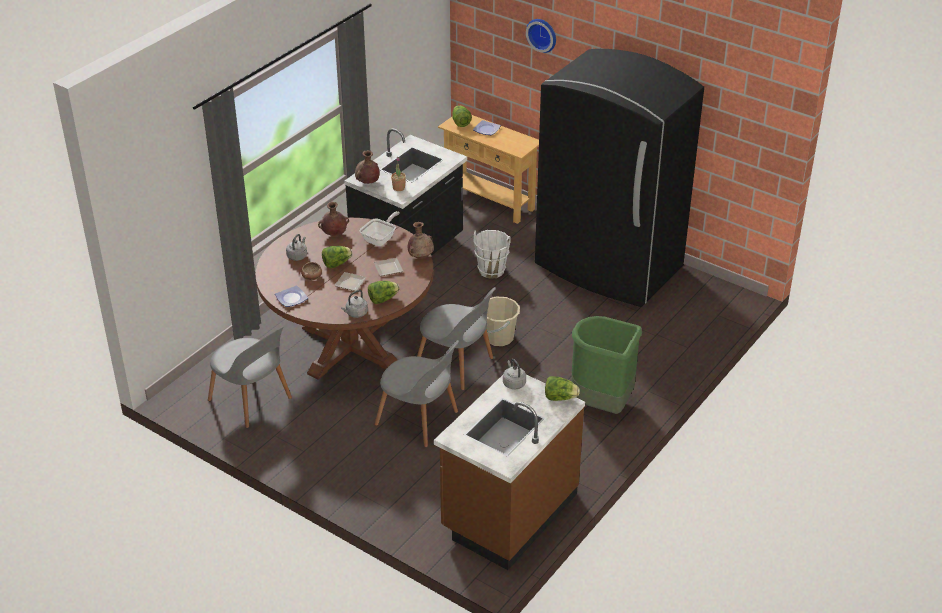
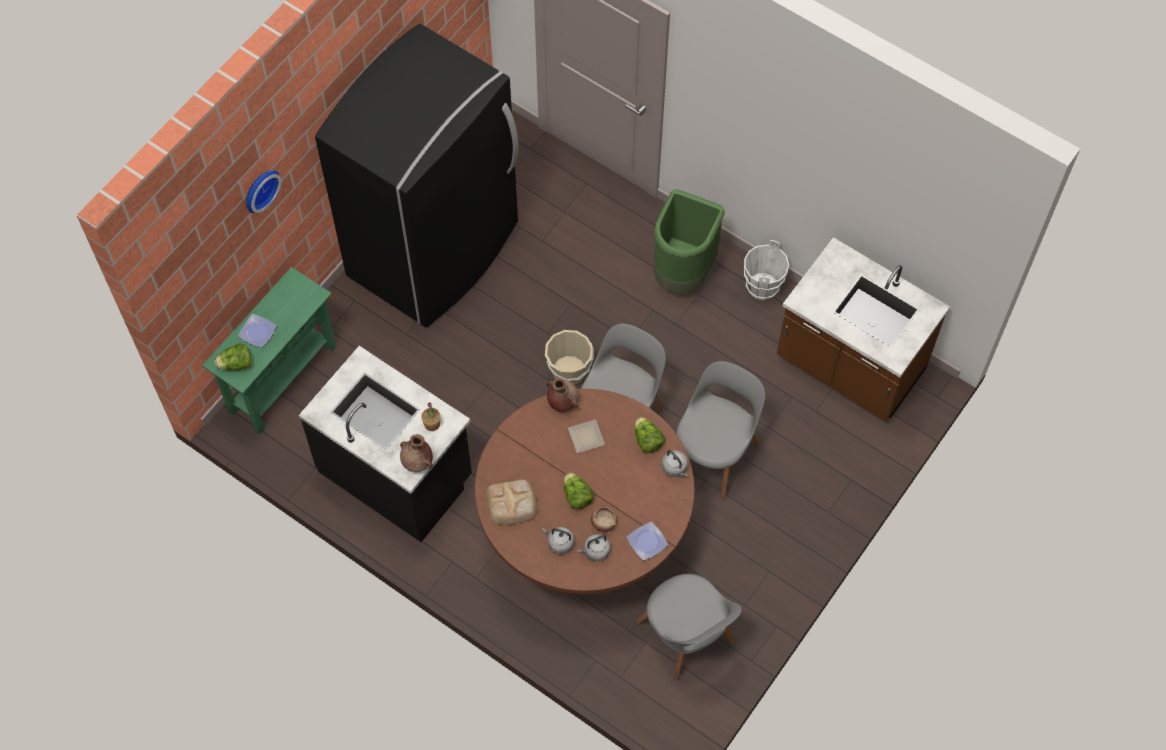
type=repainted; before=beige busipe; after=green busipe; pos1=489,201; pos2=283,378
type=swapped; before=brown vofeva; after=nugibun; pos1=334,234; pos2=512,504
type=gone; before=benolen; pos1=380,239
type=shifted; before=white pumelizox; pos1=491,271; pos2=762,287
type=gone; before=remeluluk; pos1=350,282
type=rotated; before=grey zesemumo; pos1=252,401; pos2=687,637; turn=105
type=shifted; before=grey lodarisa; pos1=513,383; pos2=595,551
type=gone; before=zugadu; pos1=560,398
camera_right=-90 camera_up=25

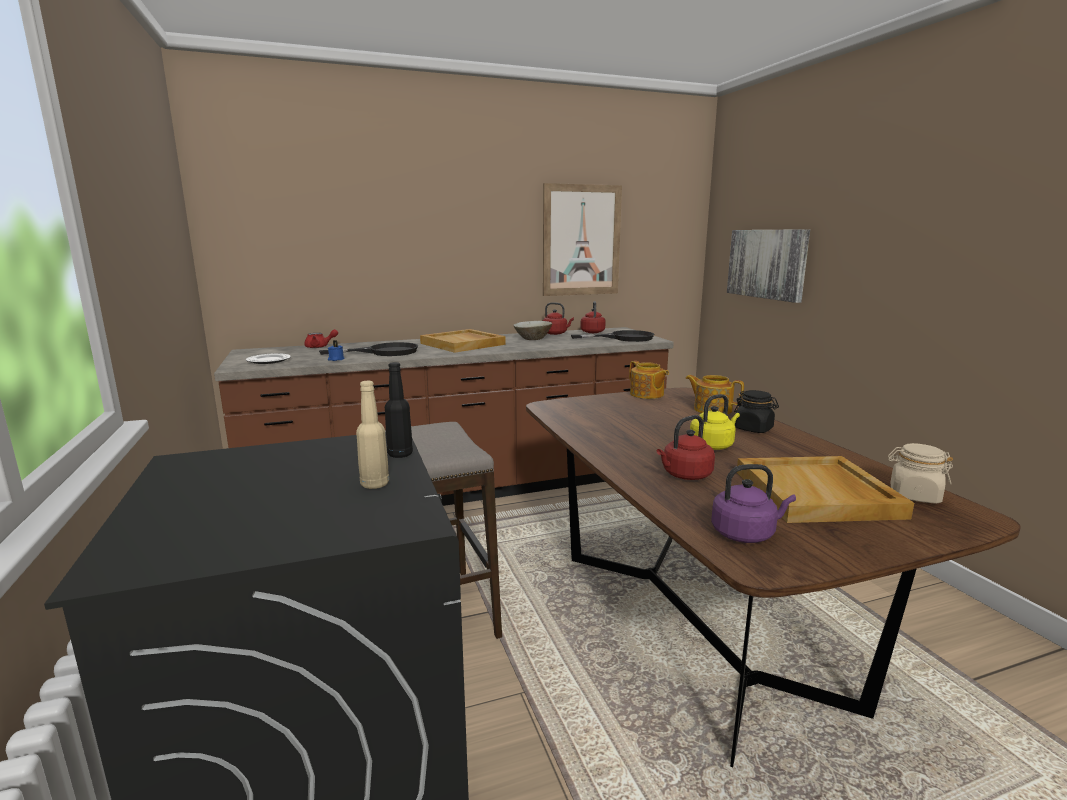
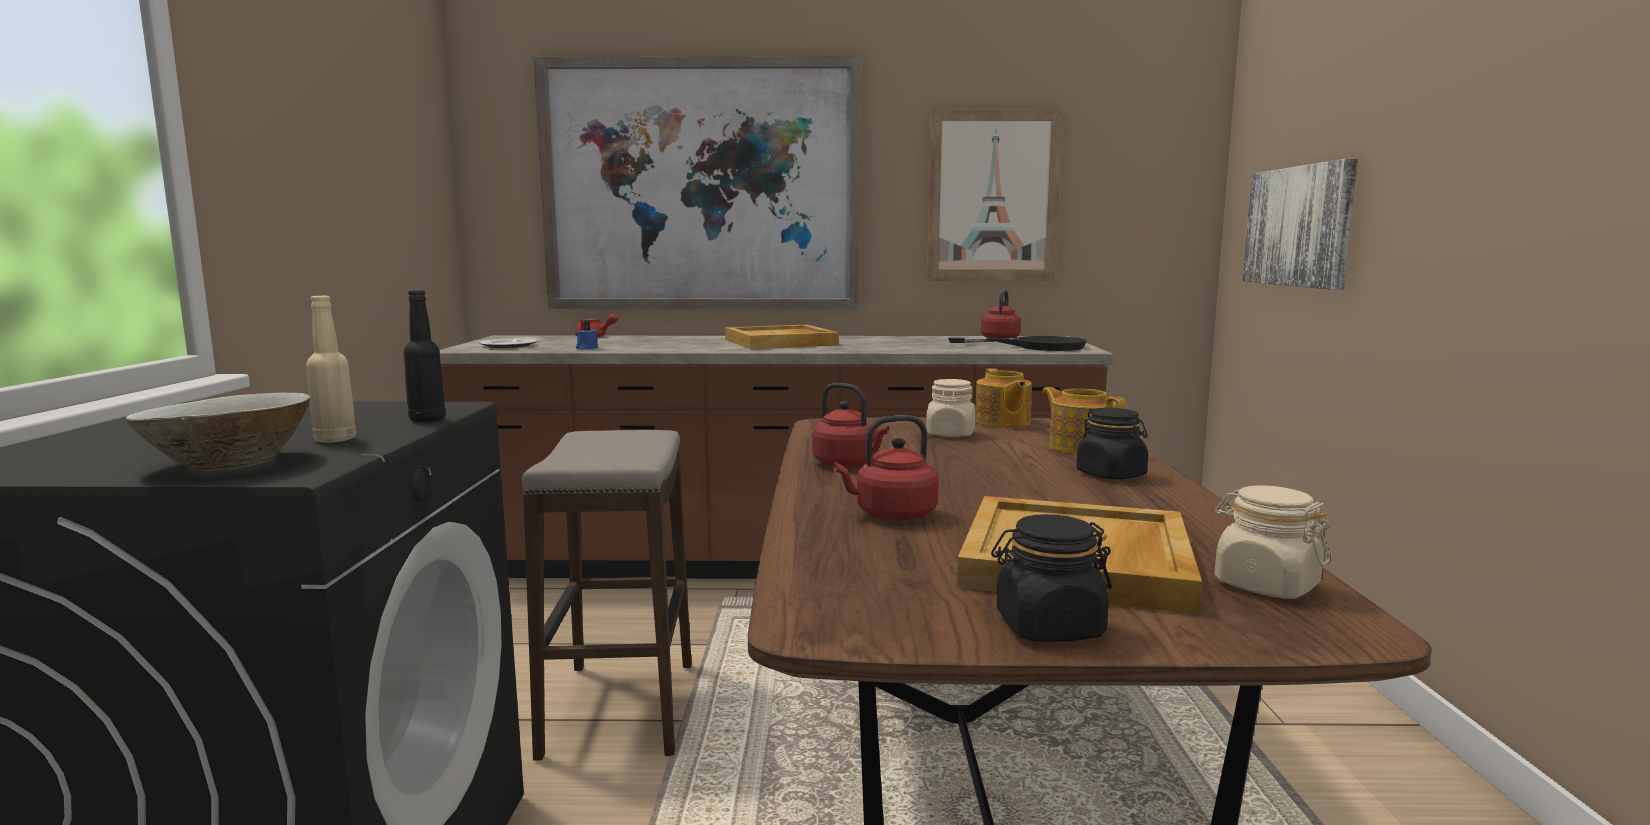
type=shifted; before=red lodarisa; pos1=556,333; pos2=848,464
type=shifted; before=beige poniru; pos1=532,339; pos2=230,463
type=gone; before=black benolen; pos1=384,352
type=gone; before=yellow lodarisa; pos1=713,445
type=gone; before=purple lodarisa; pos1=746,534
type=new; after=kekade; pos2=702,186
type=new; after=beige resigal; pos2=950,434
type=new; after=black resigal; pos2=1048,627
camera_right=20 camera_up=-5

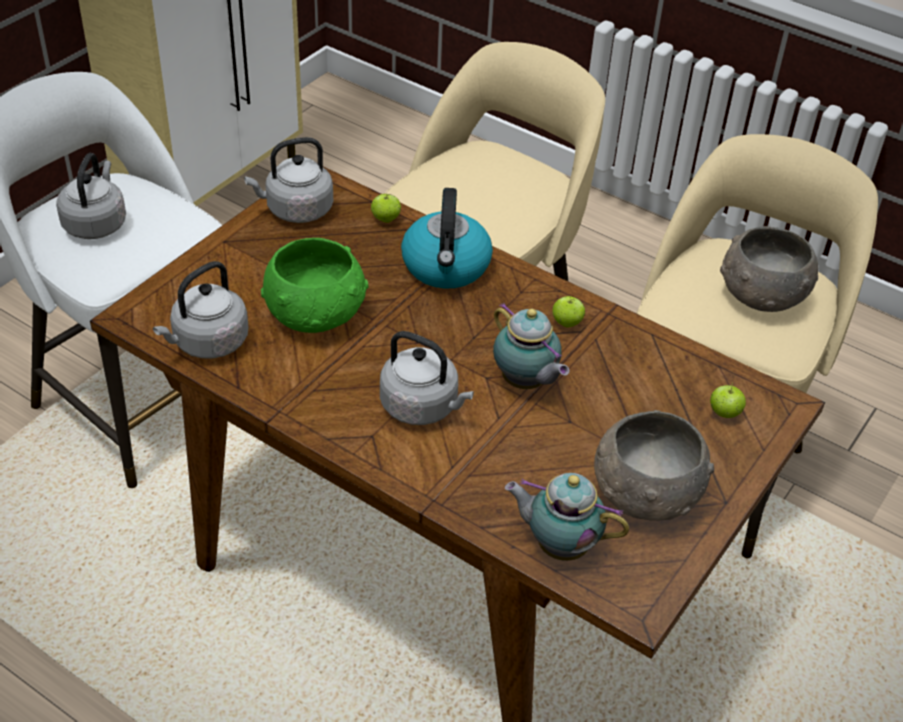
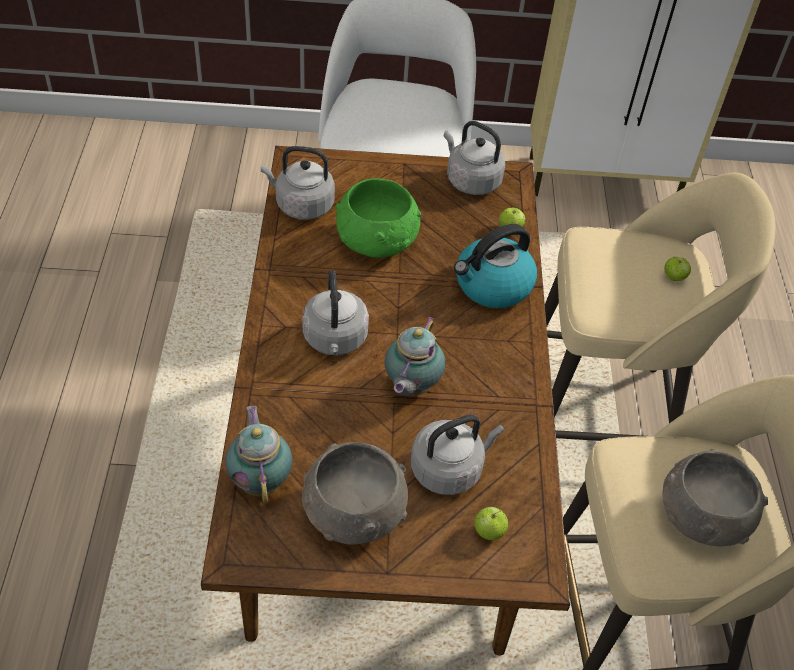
type=shifted; before=grey lodarisa; pos1=96,223; pos2=449,469
type=shifted; before=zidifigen; pos1=567,323; pos2=674,277
camera_right=55 camera_up=5

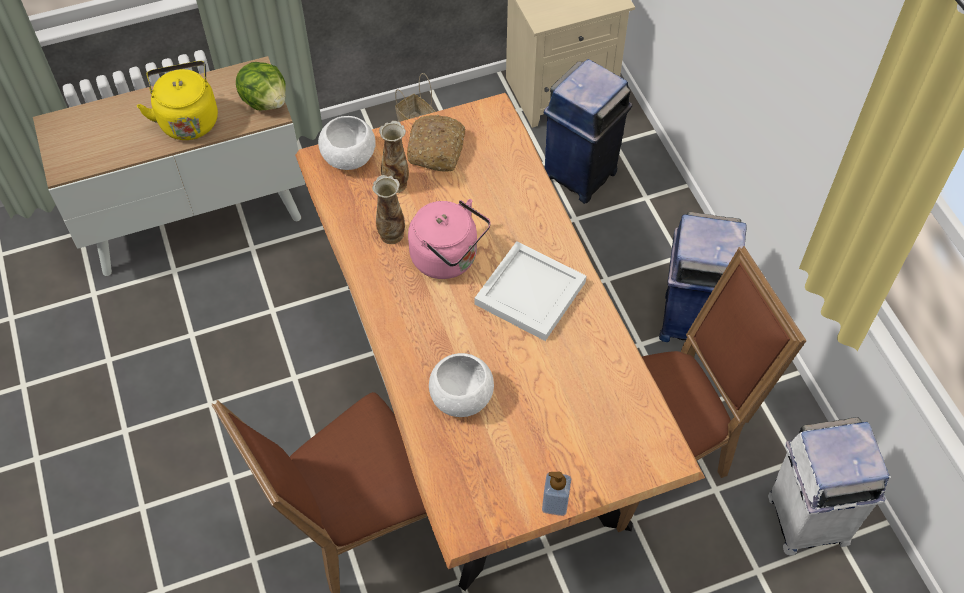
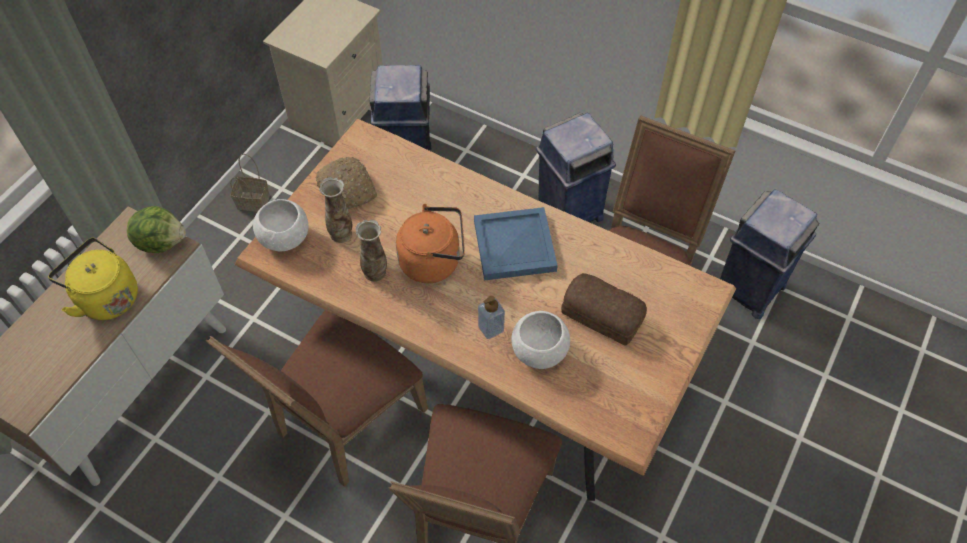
type=repainted; before=pink lodarisa; after=orange lodarisa; pos1=448,258; pos2=434,261
type=repainted; before=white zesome; after=blue zesome; pos1=530,294; pos2=516,246
type=repainted; before=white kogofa; after=blue kogofa; pos1=806,519; pos2=749,289
type=shifted; before=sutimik; pos1=555,503; pos2=491,328
type=new; after=nugibun; pos2=602,313
type=new; after=brown zesemumo; pos2=343,424
camera_right=-40 camera_up=0

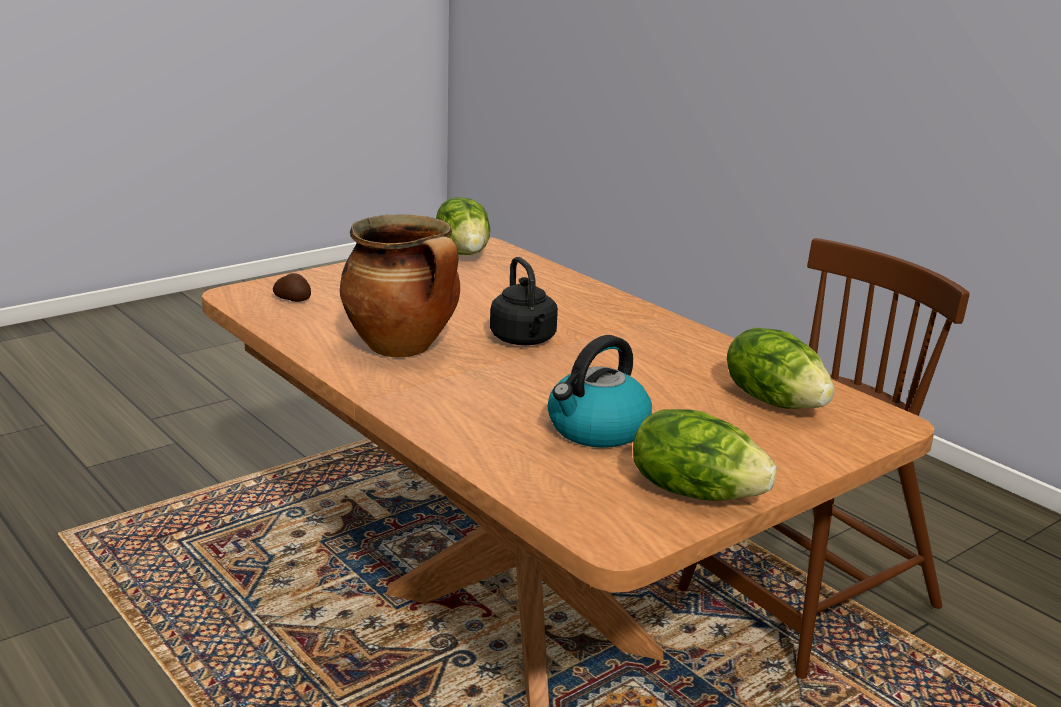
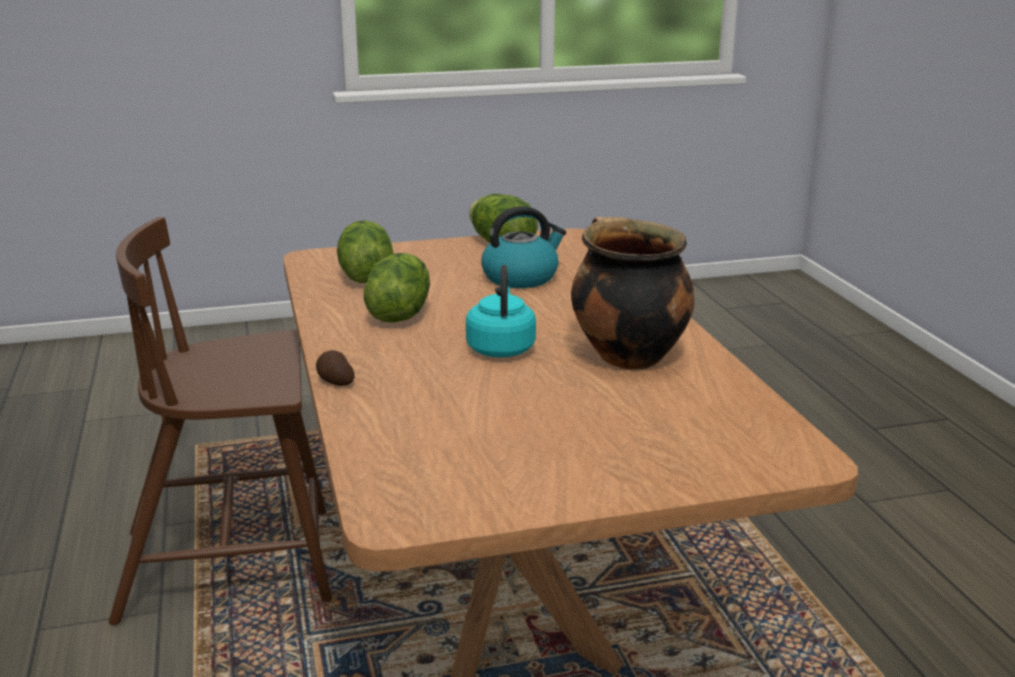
type=shifted; before=zugadu; pos1=465,252; pos2=398,314
type=repainted; before=black lodarisa; after=turquoise lodarisa; pos1=524,340; pos2=501,348
type=shifted; before=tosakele; pos1=293,299; pos2=334,381
camera_right=-155 camera_up=0

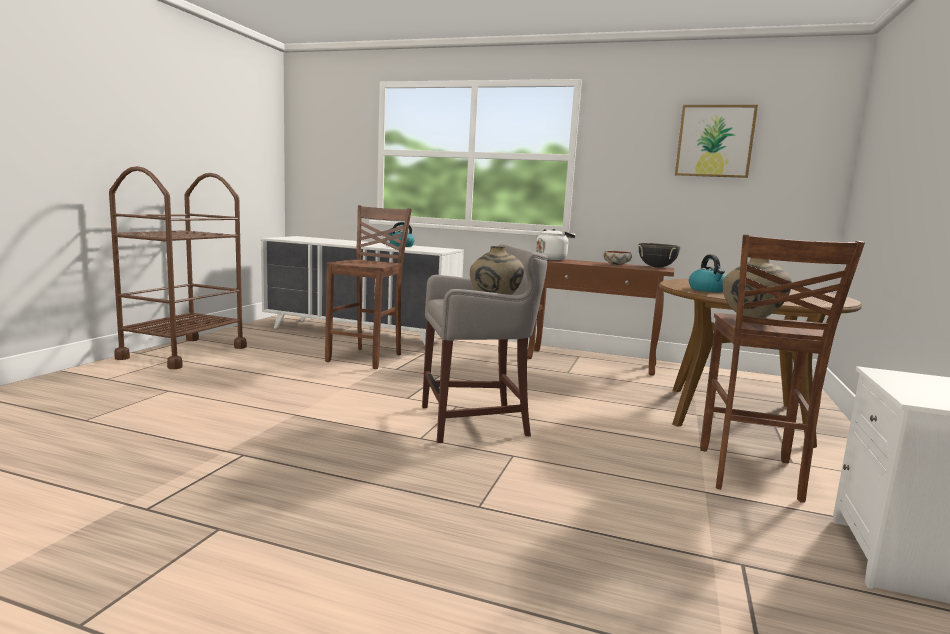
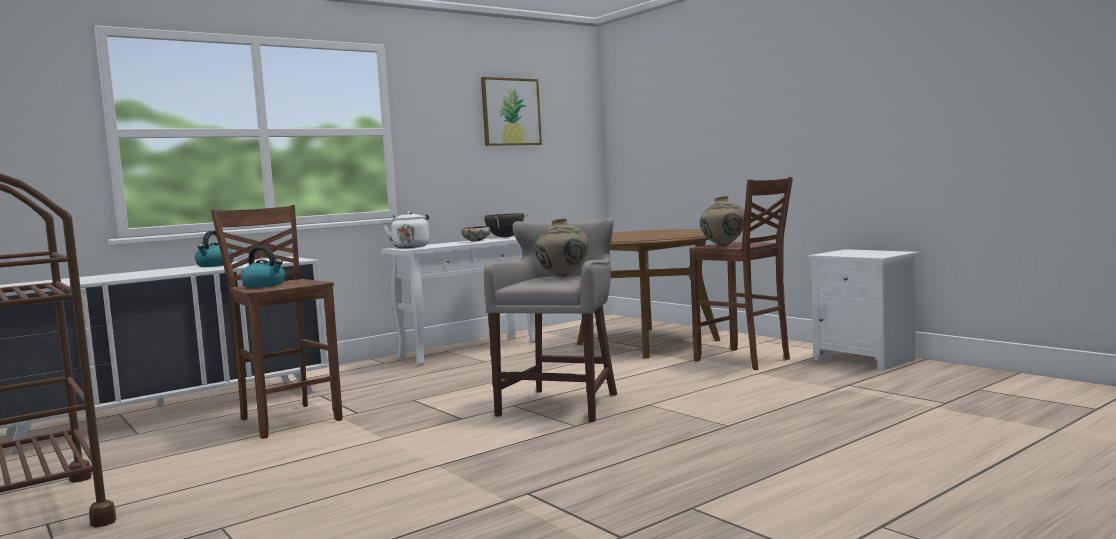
type=shifted; before=lodarisa; pos1=708,290; pos2=265,285
type=repainted; before=brown busipe; after=white busipe; pos1=592,362; pos2=470,350
camera_right=-55 camera_up=-5

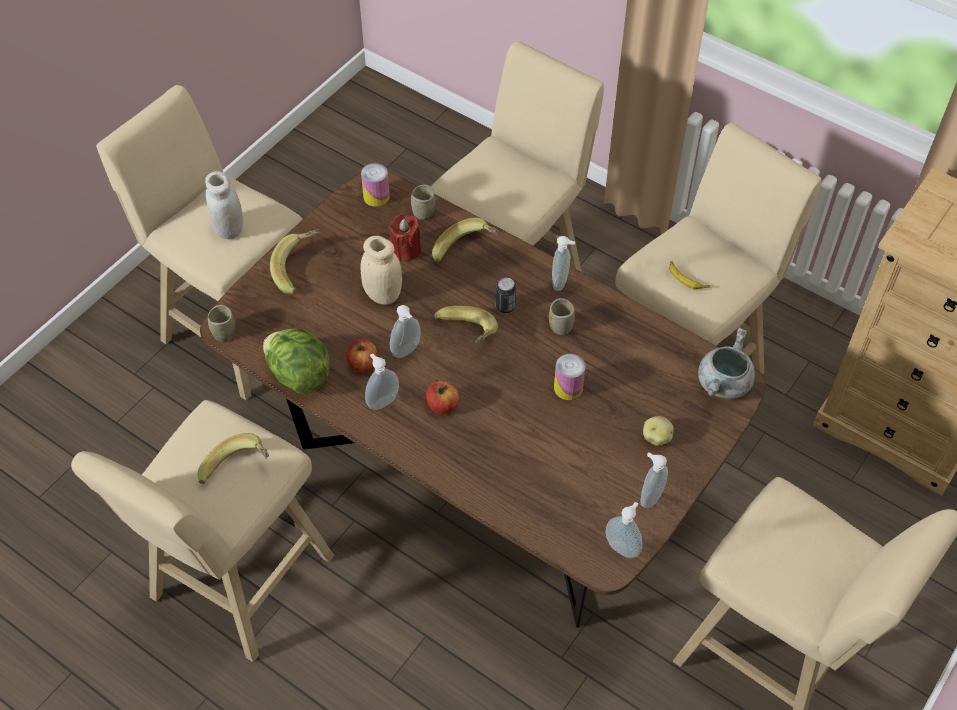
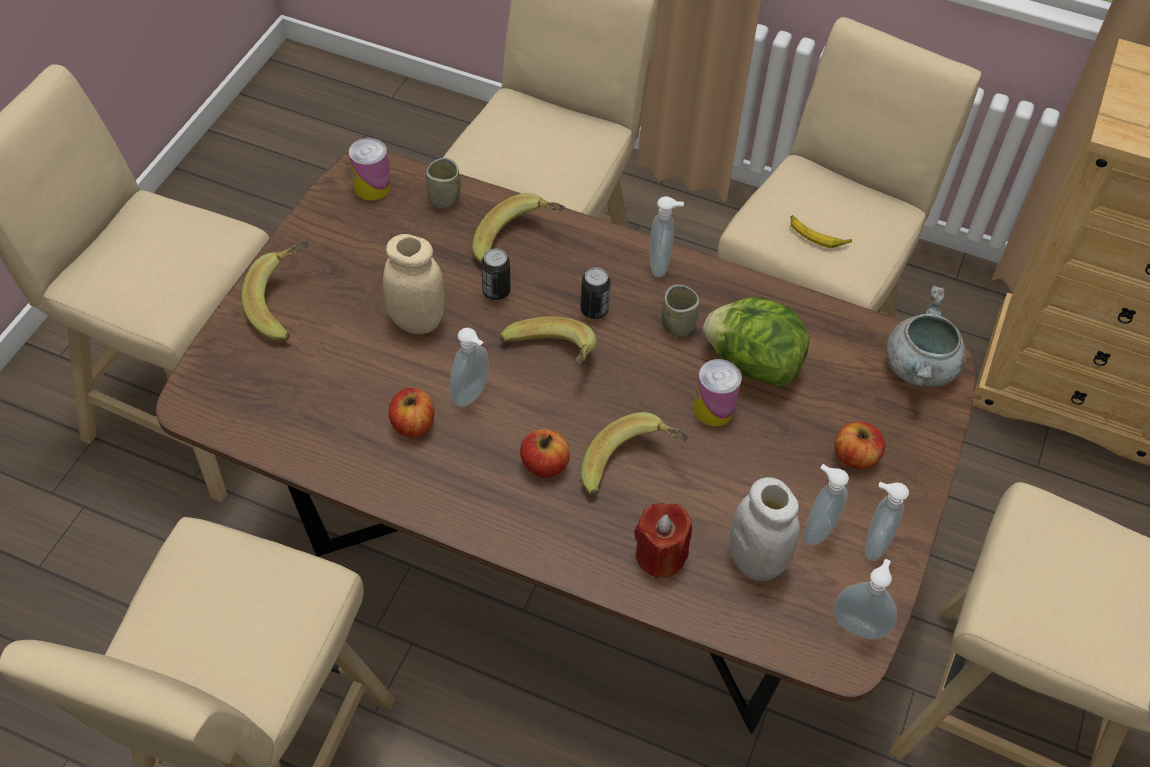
type=shifted; before=white resigal; pos1=229,229; pos2=756,560
type=shifted; before=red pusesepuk; pos1=406,250; pos2=660,555
type=gone; before=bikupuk; pos1=224,333
type=shifted; before=zugadu; pos1=298,375; pos2=752,363
type=shifted; before=sutimik; pos1=382,401; pos2=816,529
type=swapped; before=tosakele; after=zidifigen; pos1=656,437; pos2=855,456
type=shifted; before=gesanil; pos1=238,470; pos2=632,468
type=new; after=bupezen; pos2=496,291
camera_right=-15 camera_up=0

